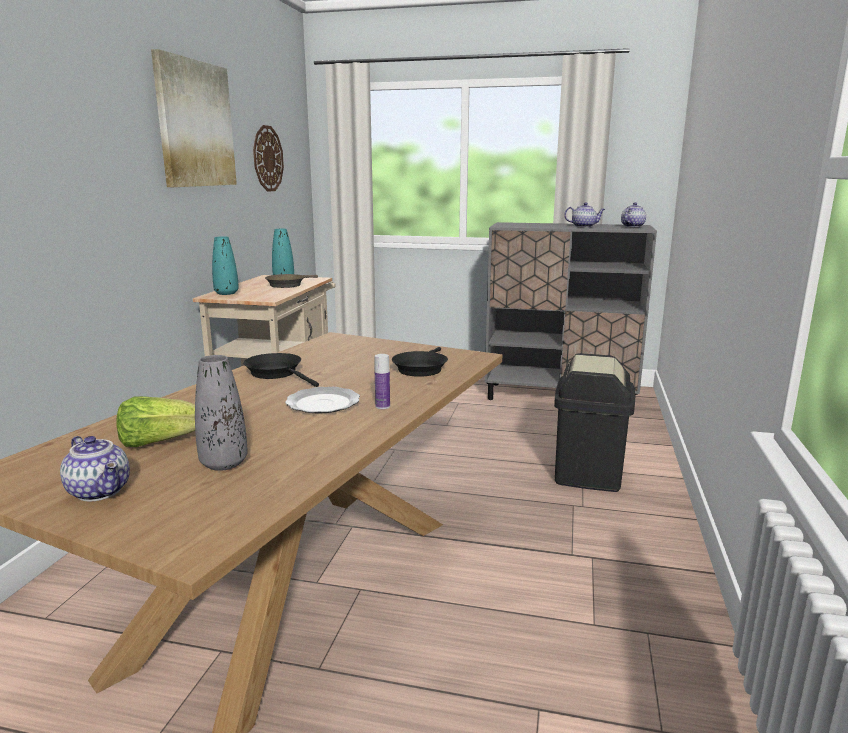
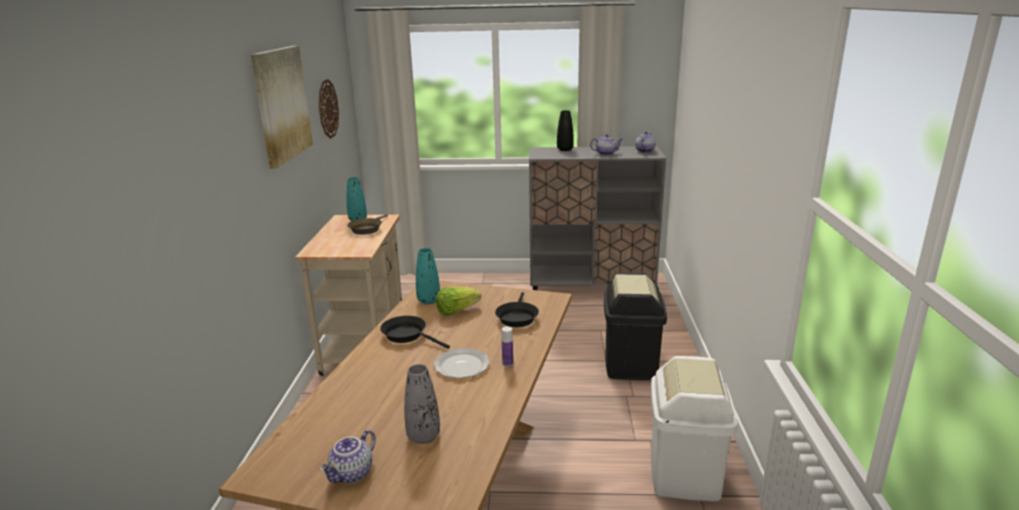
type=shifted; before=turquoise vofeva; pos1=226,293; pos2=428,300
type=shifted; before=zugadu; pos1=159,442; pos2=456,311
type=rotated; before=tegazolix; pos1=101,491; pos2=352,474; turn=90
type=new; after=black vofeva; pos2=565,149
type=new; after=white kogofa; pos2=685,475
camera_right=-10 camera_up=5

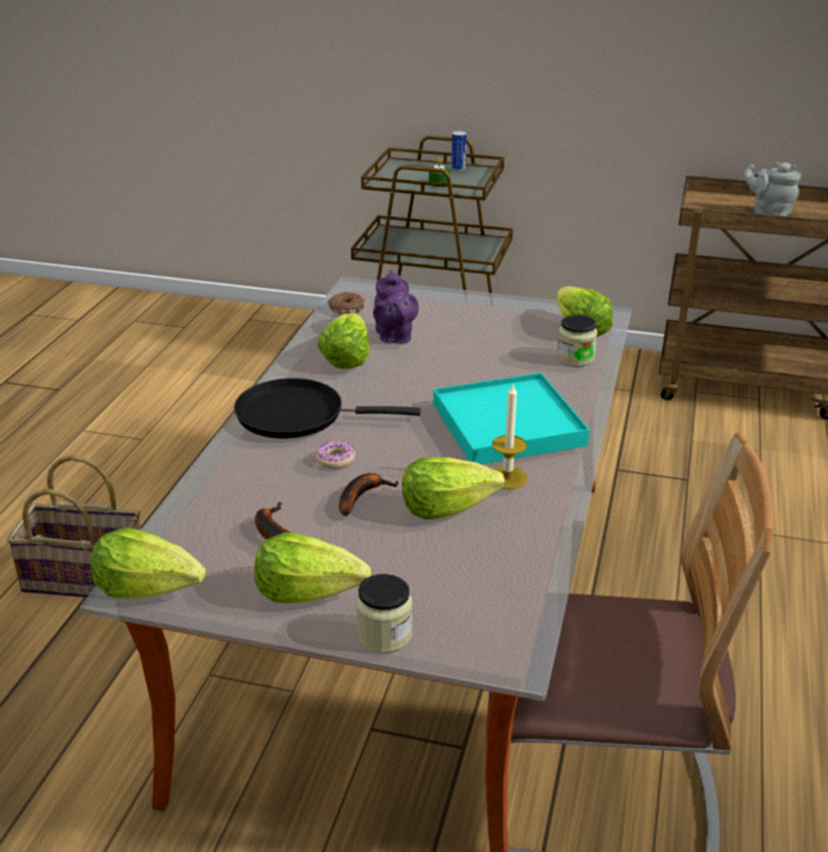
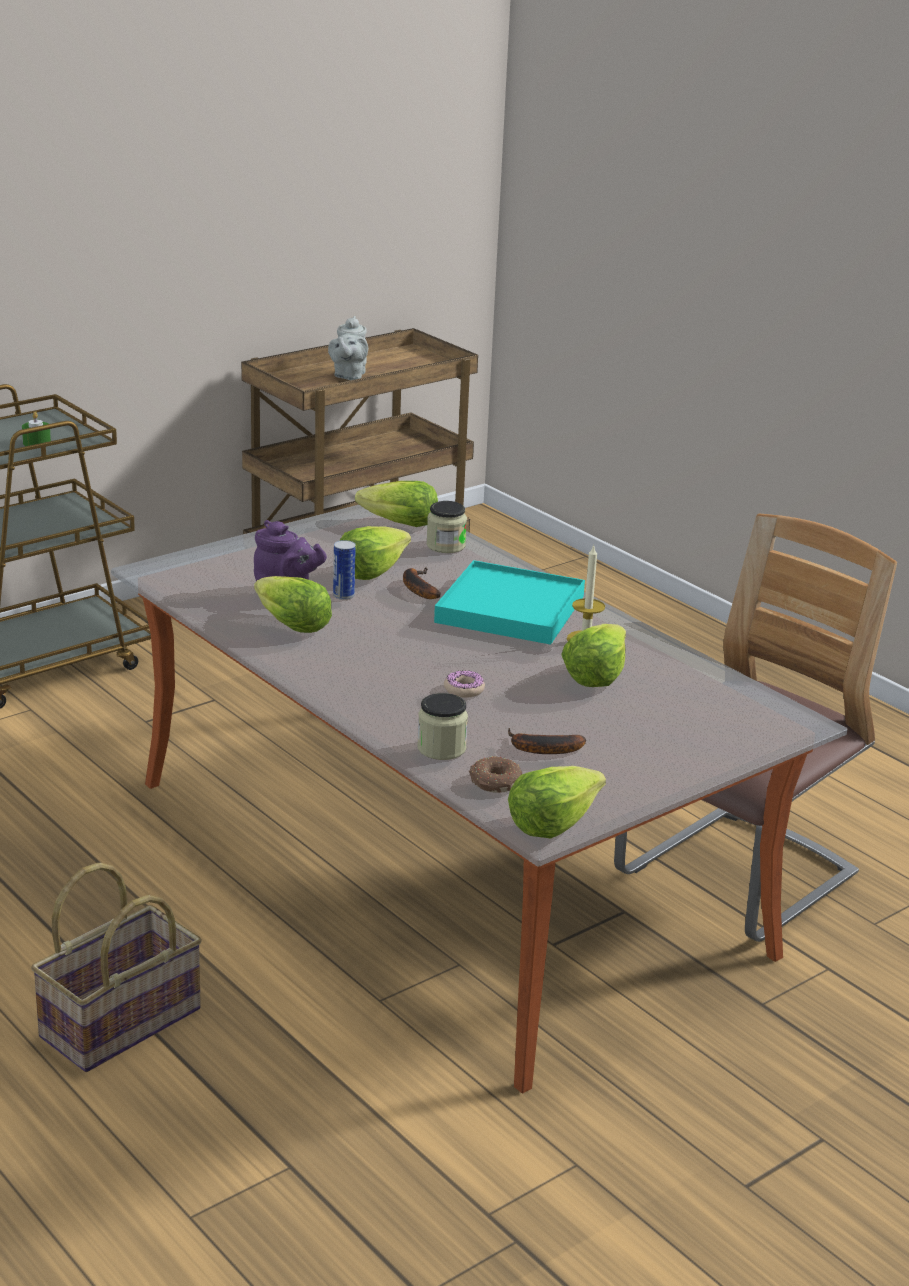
type=shifted; before=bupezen; pos1=458,169; pos2=343,595
type=rotated; before=grey tegazolix; pos1=768,213; pos2=348,375; turn=-60
type=shifted; before=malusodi; pos1=346,309; pos2=494,783
type=gone; before=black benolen; pos1=298,415
type=shifted; before=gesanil; pos1=361,496; pos2=417,588
type=shifted; before=zugadu; pos1=309,591; pos2=370,571
type=shifted; before=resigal; pos1=384,634; pos2=441,748
camera_right=-55 camera_up=-5

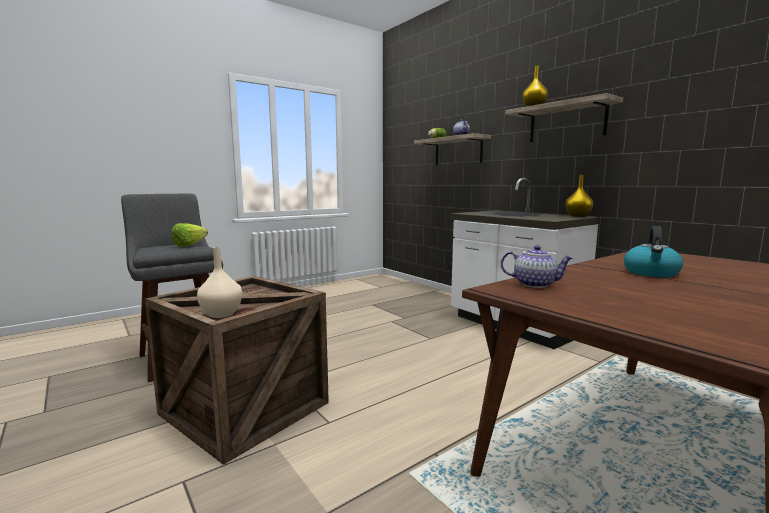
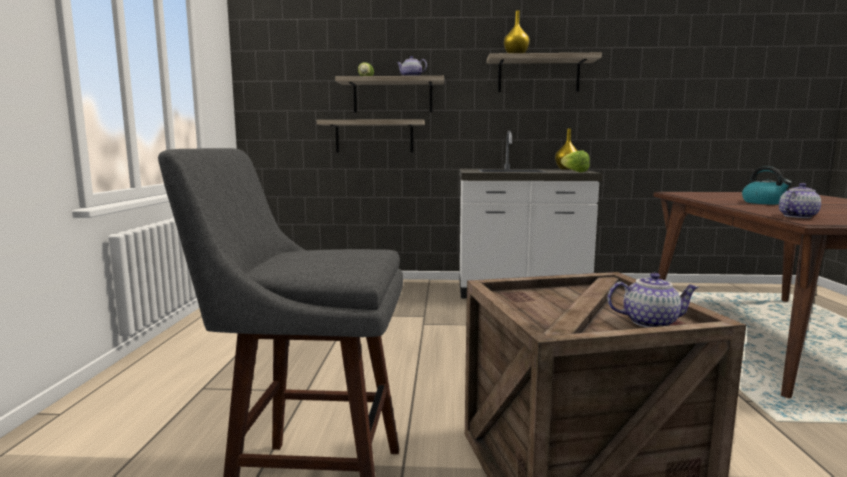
type=shifted; before=zugadu; pos1=193,245; pos2=573,171
type=swapped; before=beige vofeva; after=tegazolix; pos1=222,314; pos2=650,322
type=new; after=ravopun; pos2=374,136
camera_right=-50 camera_up=0

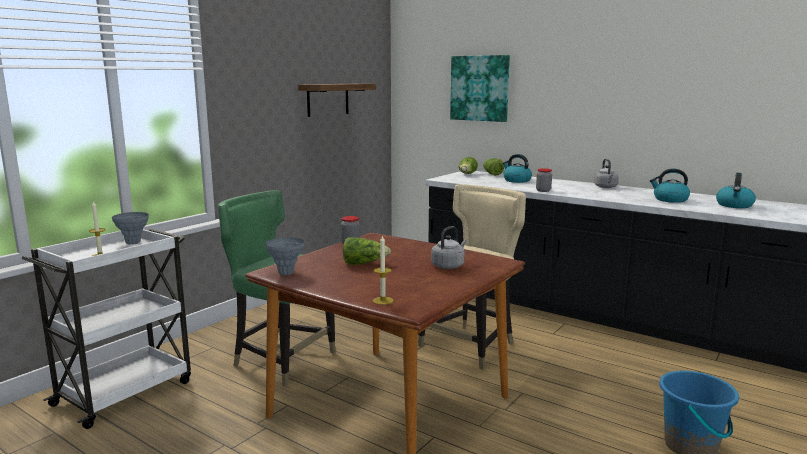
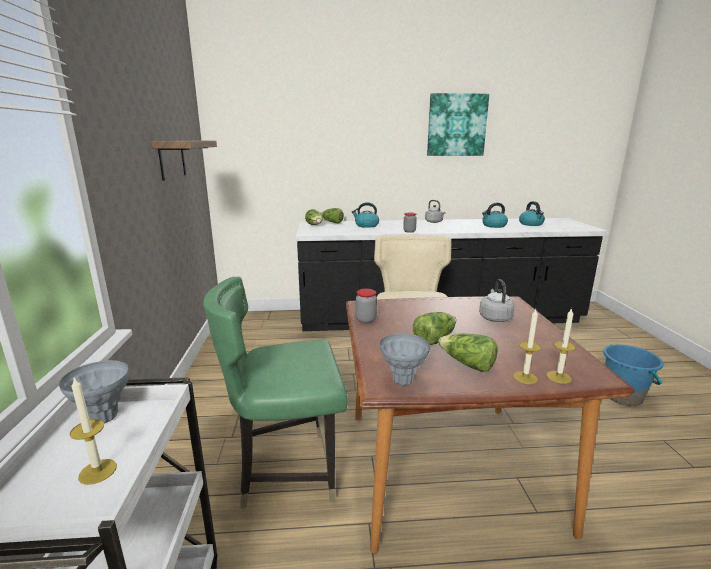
type=shifted; before=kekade; pos1=480,88; pos2=456,125
type=new; after=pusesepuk; pos2=525,377
type=new; after=zugadu; pos2=467,364
camera_right=-40 camera_up=5

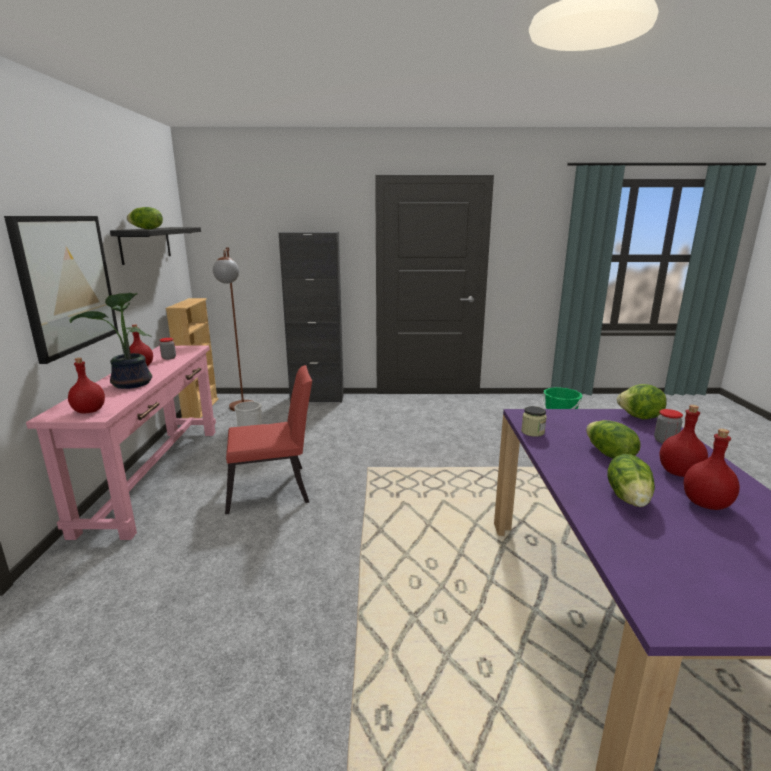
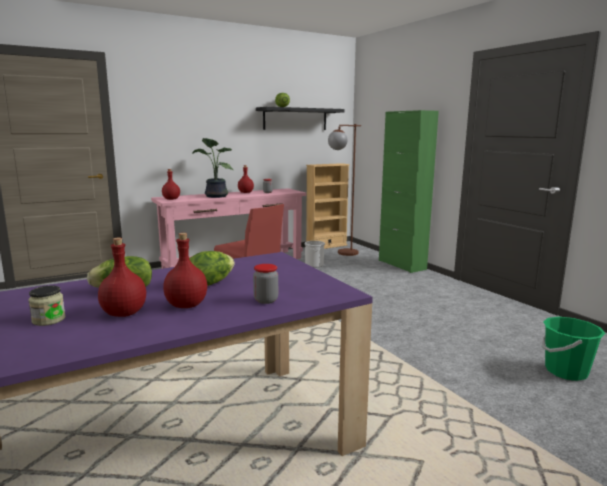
type=gone; before=kekade; pos1=67,283
type=repainted; before=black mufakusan; after=green mufakusan; pos1=317,398; pos2=402,265
type=gone; before=zugadu; pos1=640,417
type=shifted; before=resigal; pos1=532,432; pos2=49,320
camera_right=60 camera_up=-5

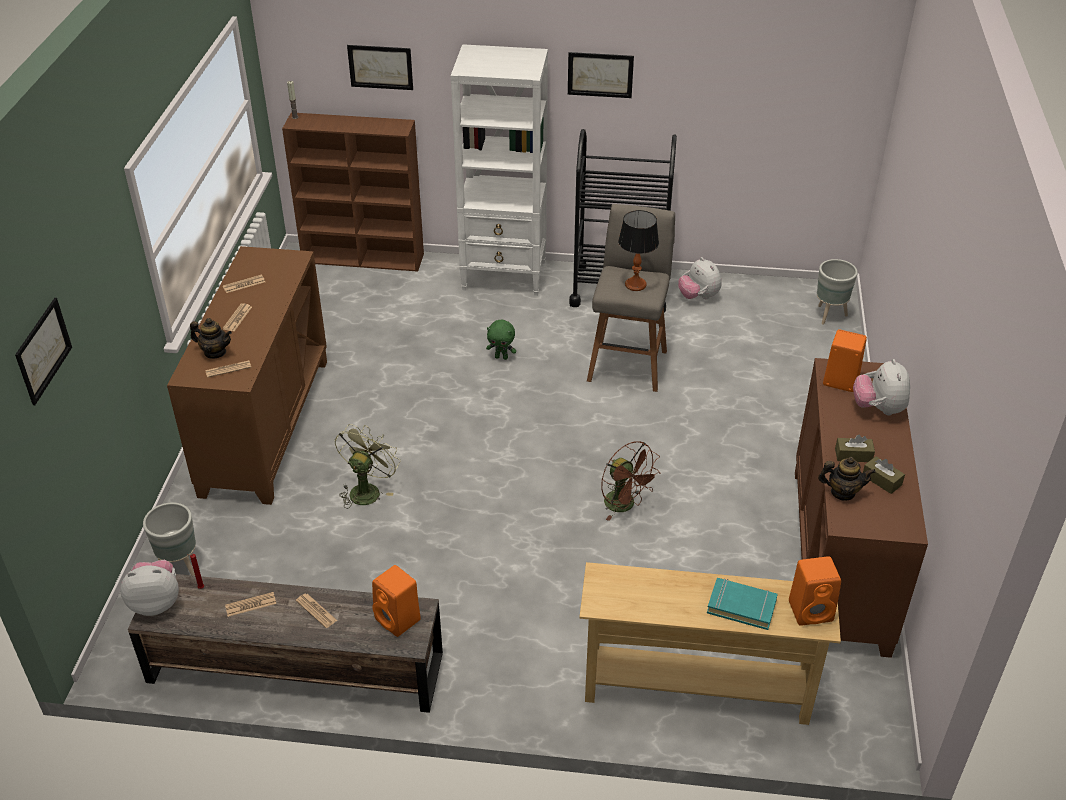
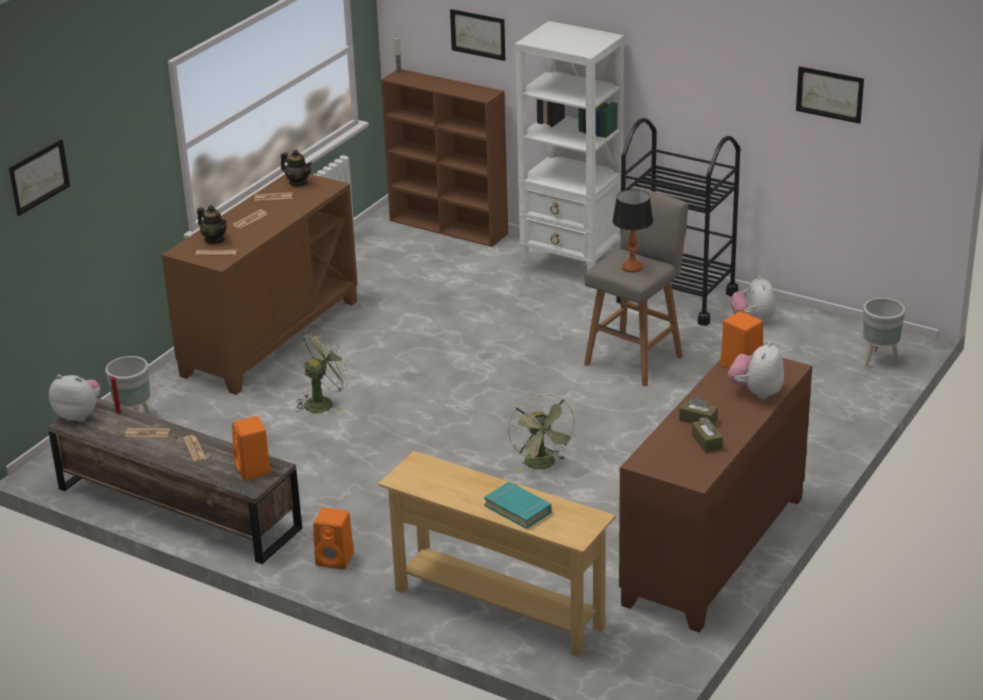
type=shifted; before=kekade; pos1=600,74; pos2=829,94
type=gone; before=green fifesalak; pos1=501,357
type=repainted; before=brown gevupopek; after=green gevupopek; pos1=625,505; pos2=543,465
type=shifted; before=tegazolix; pos1=842,492; pos2=298,183
type=shifted; before=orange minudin; pos1=812,610; pos2=336,559
camera_right=25 camera_up=-10

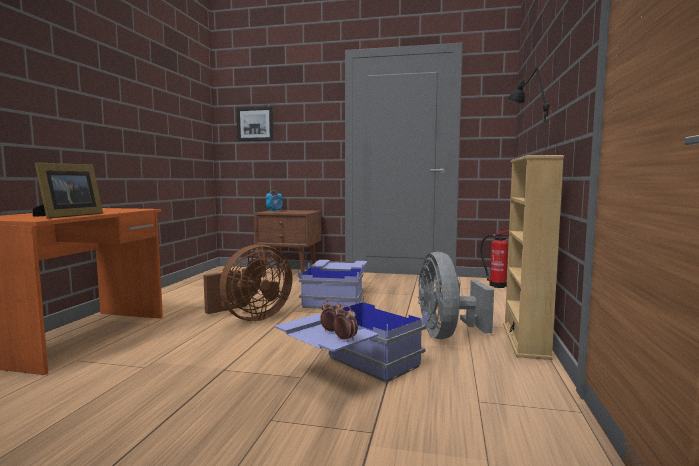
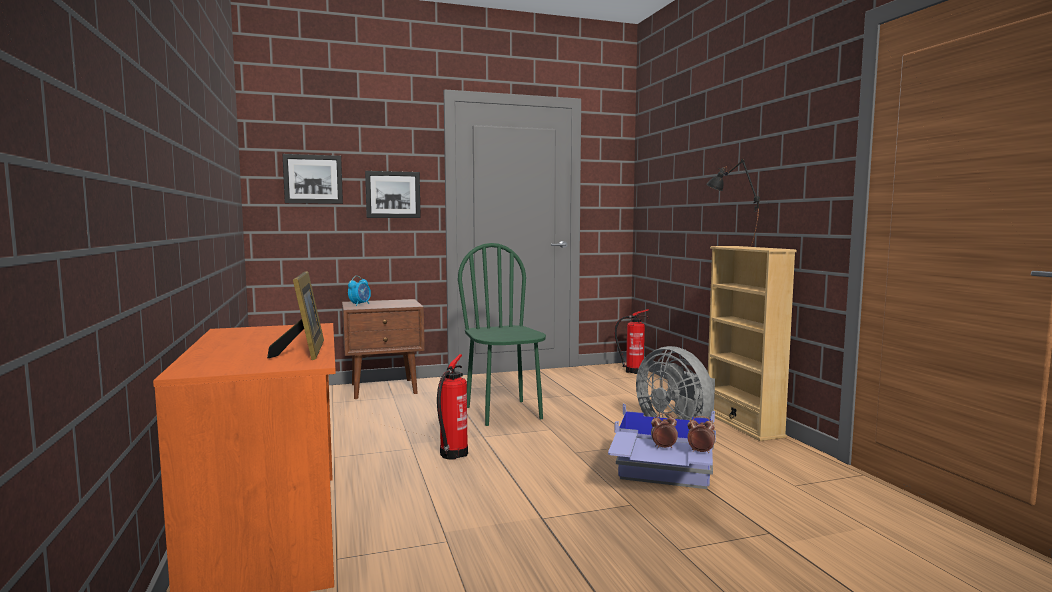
type=swapped; before=brown gevupopek; after=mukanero; pos1=250,318; pos2=452,455
type=swapped; before=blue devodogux; after=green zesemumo; pos1=336,298; pos2=504,413
type=new; after=kekade; pos2=393,194
camera_right=-30 camera_up=0

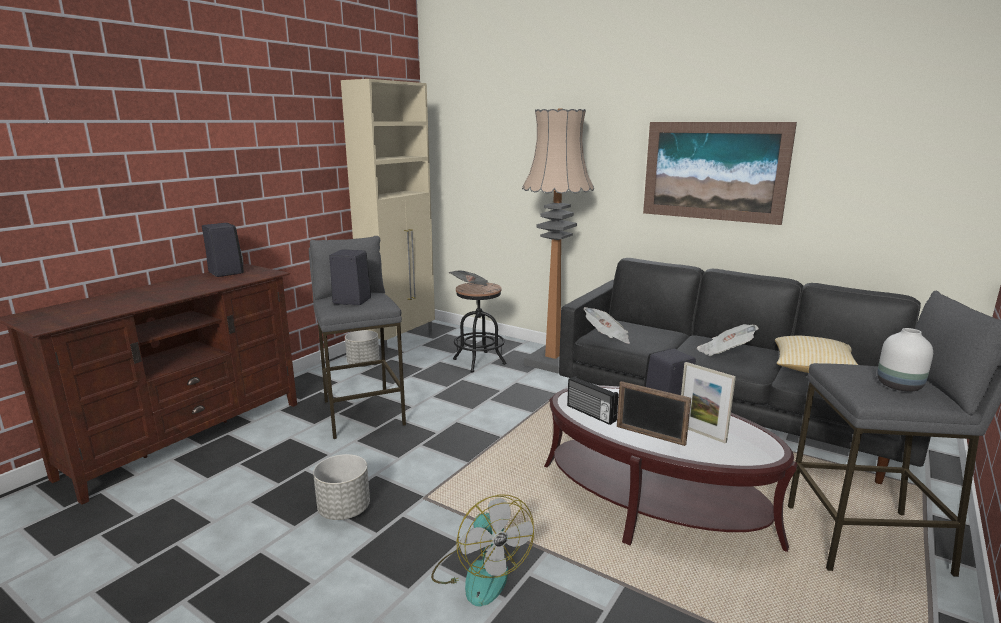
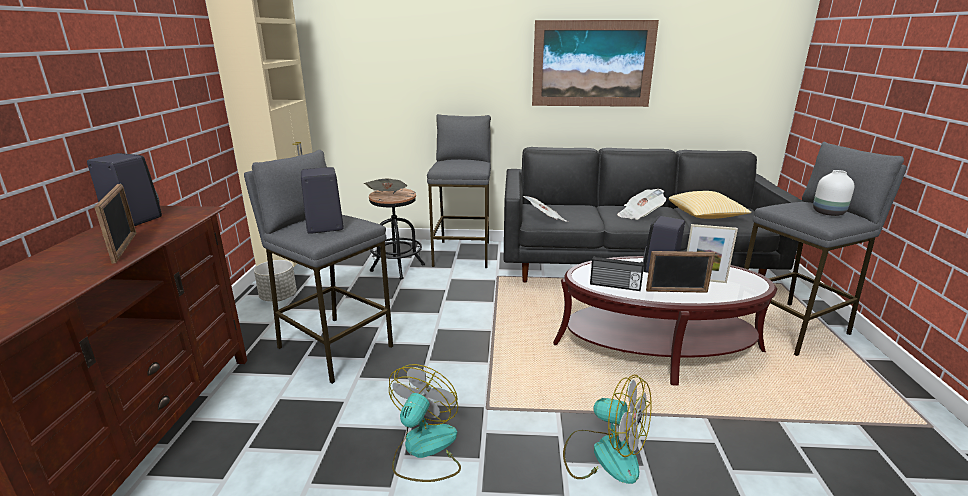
type=swapped; before=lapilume; after=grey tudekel; pos1=552,362; pos2=463,254
type=swapped; before=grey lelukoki; after=gevupopek; pos1=344,510; pos2=424,450
type=new; after=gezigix; pos2=125,248
camera_right=-30 camera_up=5

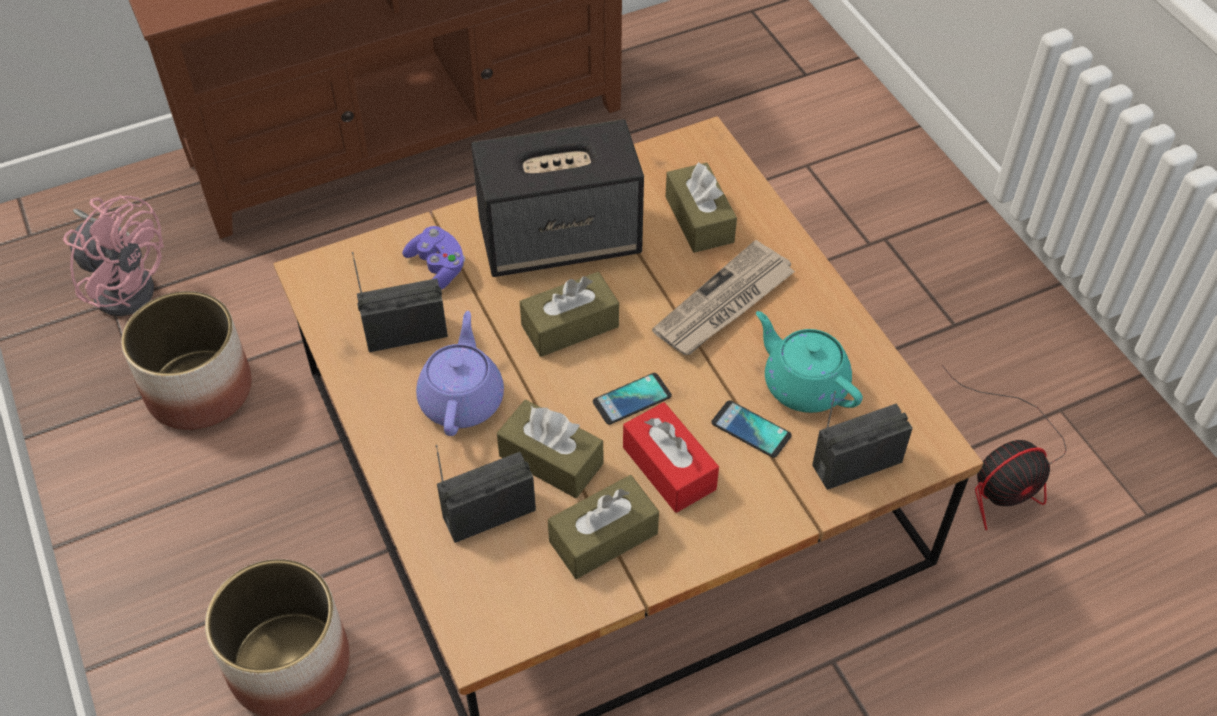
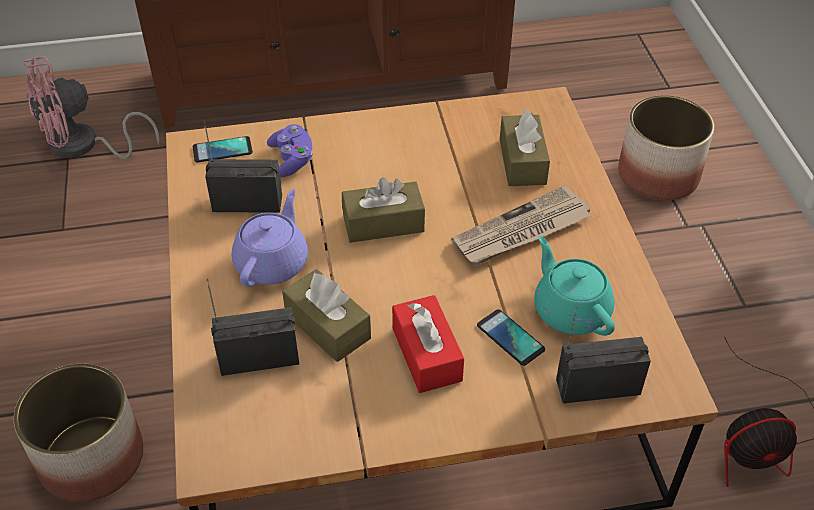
type=gone; before=minudin; pos1=561,239
type=rotated; before=pink gevupopek; pos1=125,283; pos2=83,146; turn=105
type=shifted; before=lelukoki; pos1=199,389; pos2=657,175
type=shifted; before=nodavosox; pos1=632,399; pos2=222,150
type=gone; before=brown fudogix; pos1=603,537
camera_right=15 camera_up=-5

